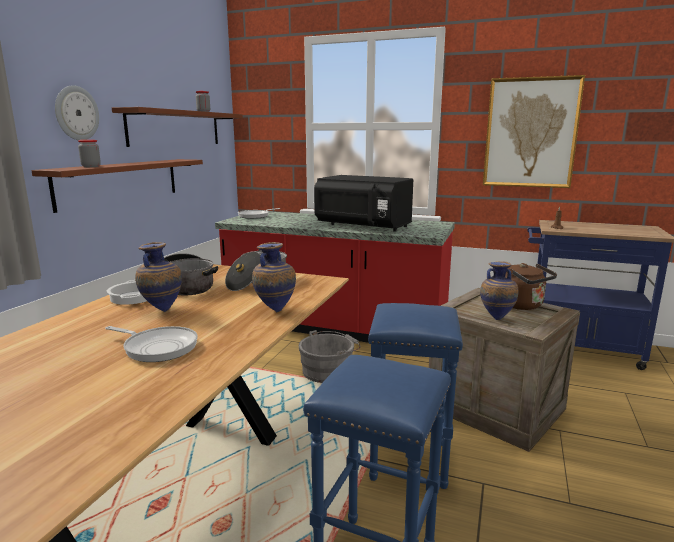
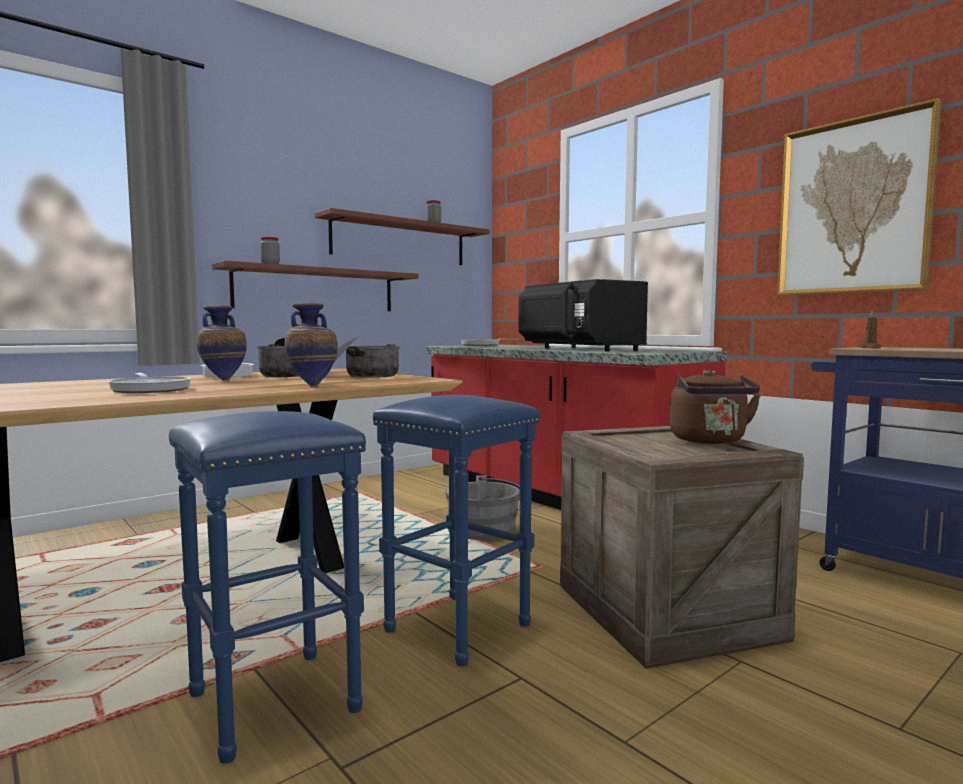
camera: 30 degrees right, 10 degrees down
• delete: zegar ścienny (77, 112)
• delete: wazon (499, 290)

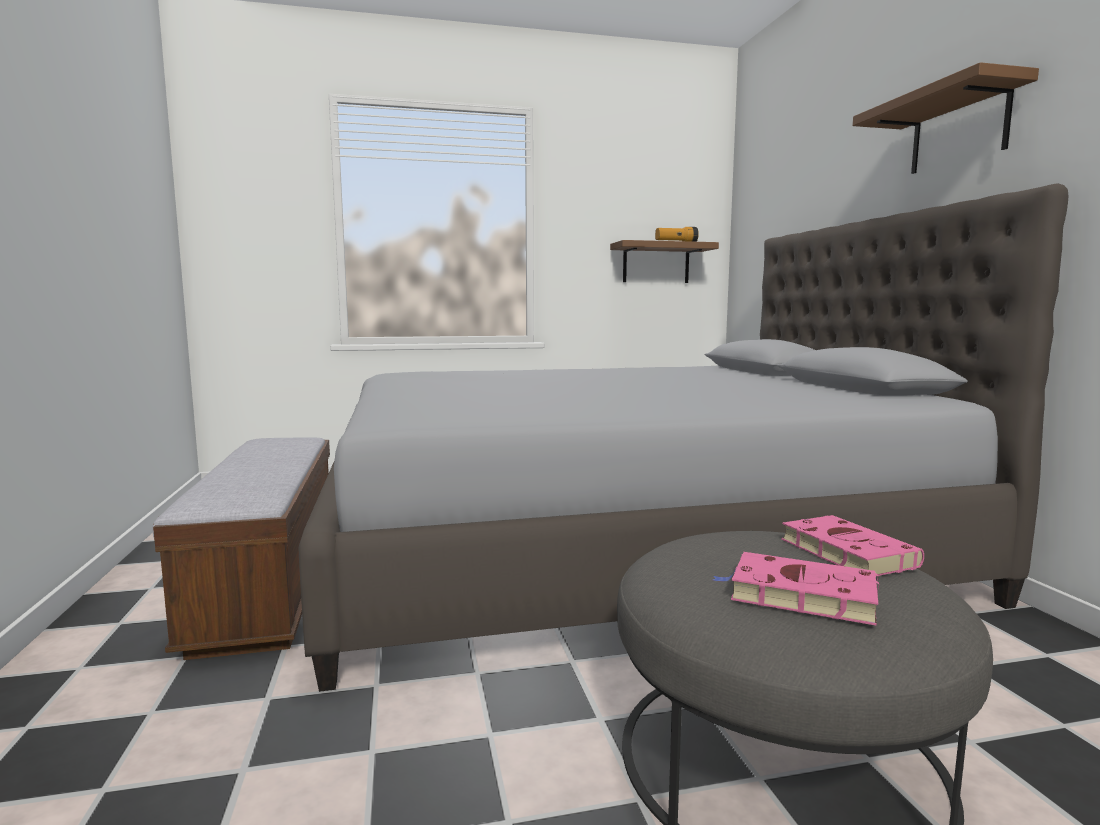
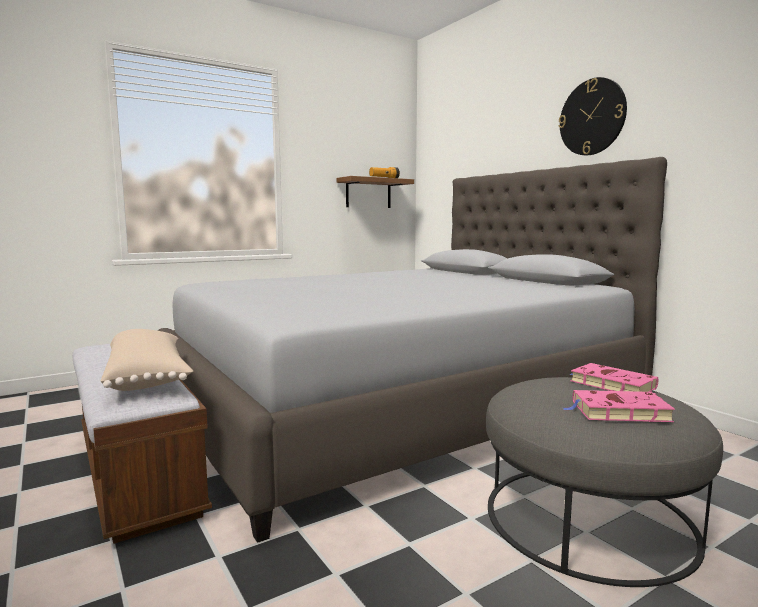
camera: 20 degrees left, 0 degrees up
• insert: poduszka [beżowy] (146, 360)
• replace: półka [brązowy] (945, 118) to zegar ścienny (593, 116)

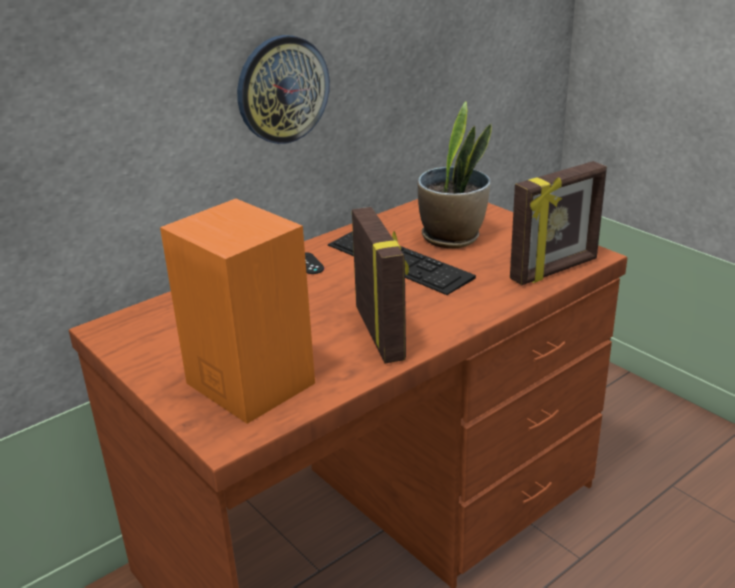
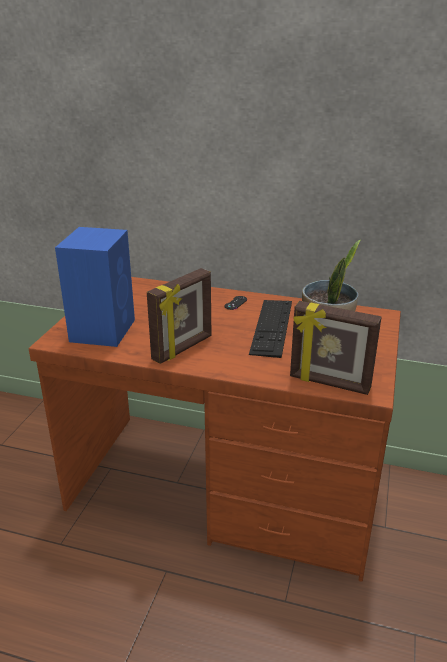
camera: 55 degrees right, 0 degrees up
• recolor: głośnik [pomarańczowy] (237, 311) to głośnik [niebieski] (95, 287)
• delete: zegar ścienny (283, 89)

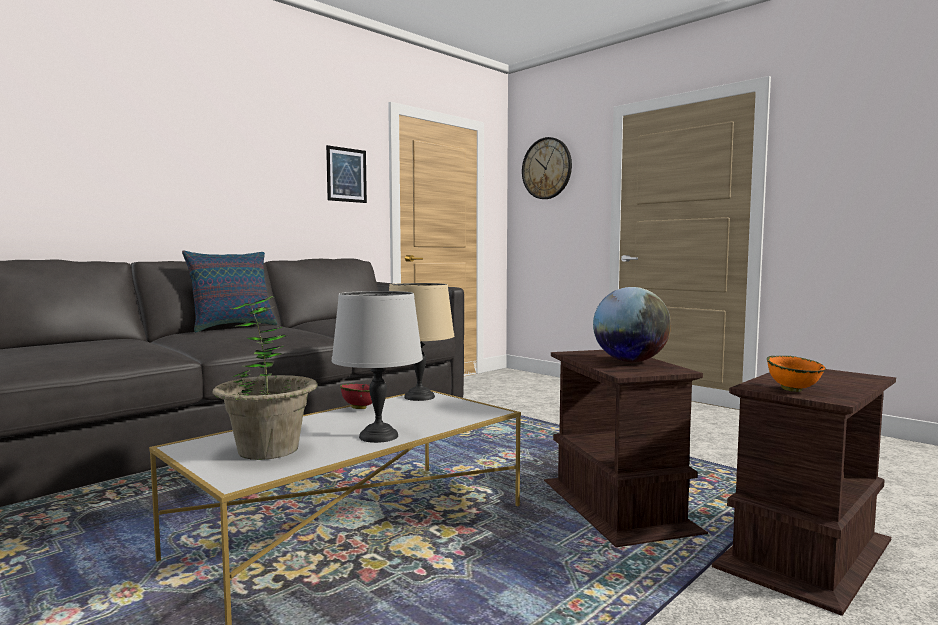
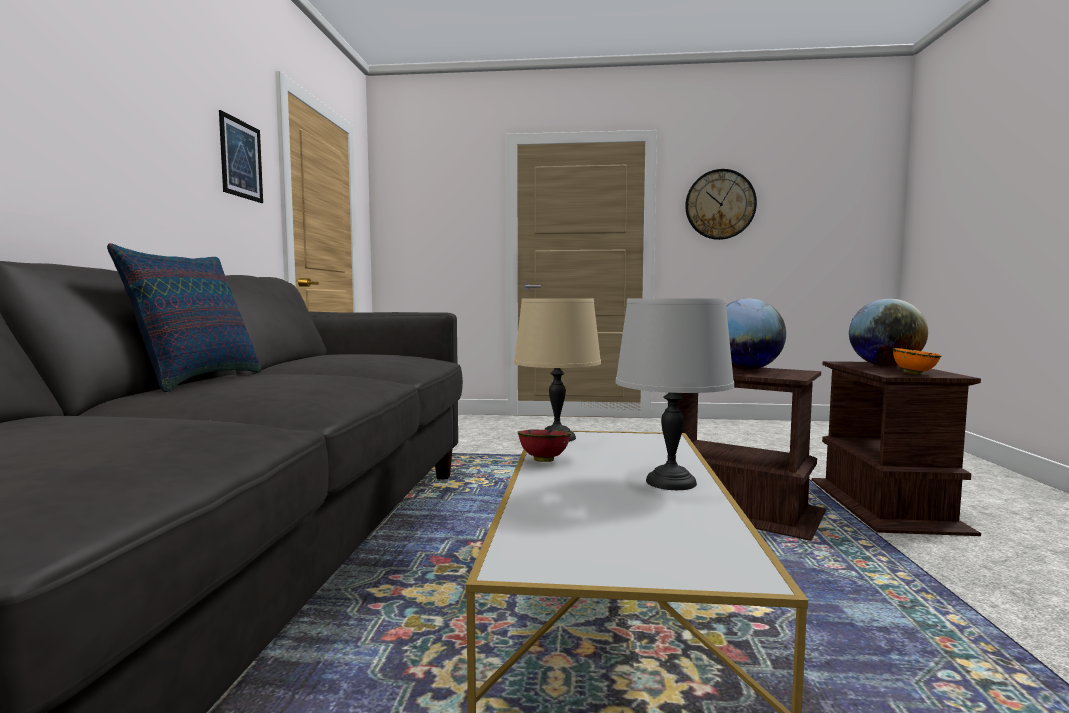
camera: 40 degrees left, 0 degrees up
• move: zegar ścienny (547, 168) to (721, 204)
• insert: globus (888, 332)
• delete: roślina doniczkowa (265, 378)

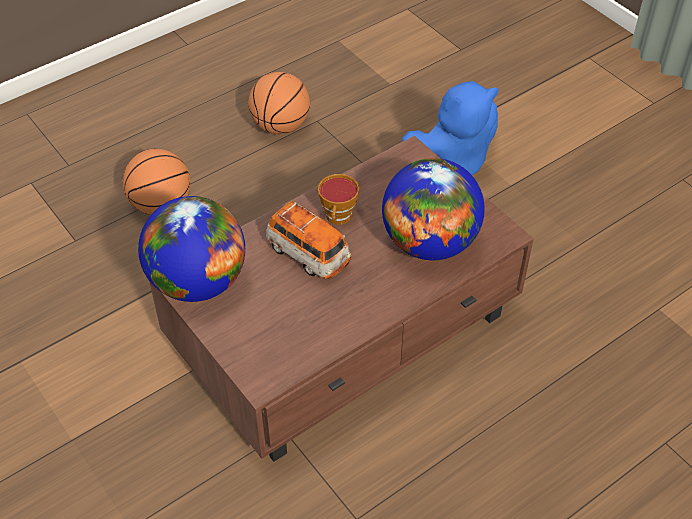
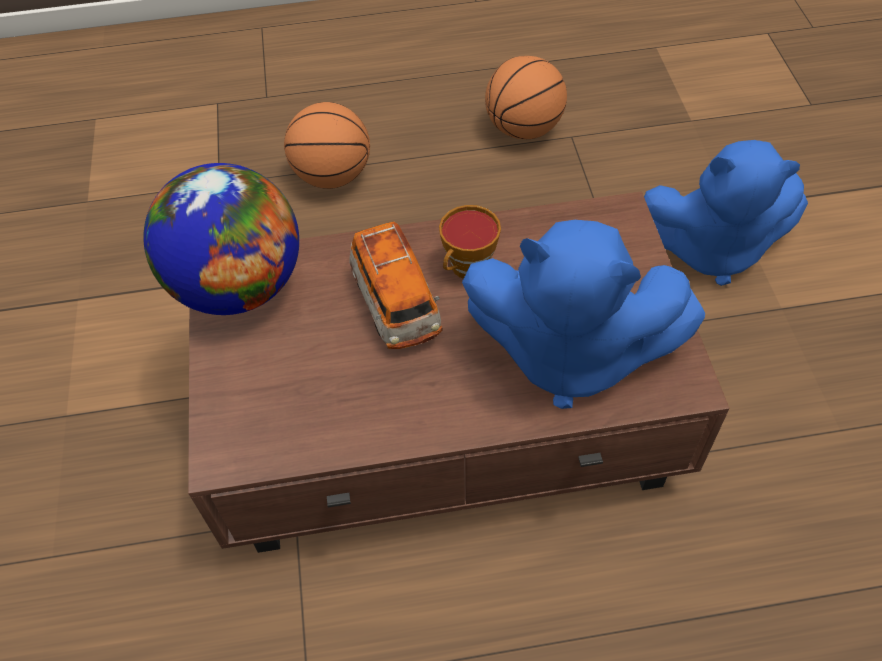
camera: 30 degrees right, 5 degrees up
• replace: globus (433, 209) to pluszak [niebieski] (583, 314)

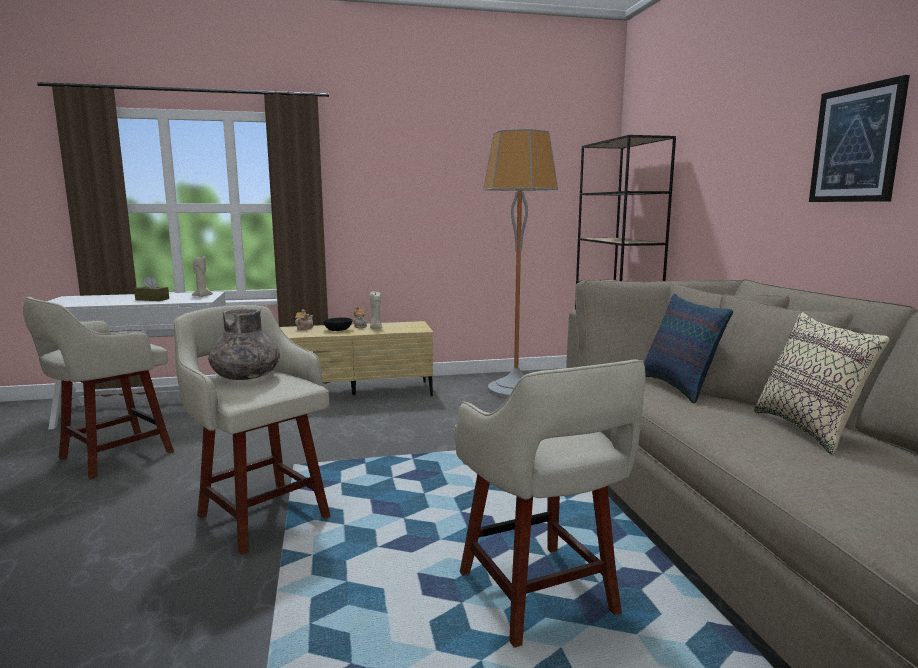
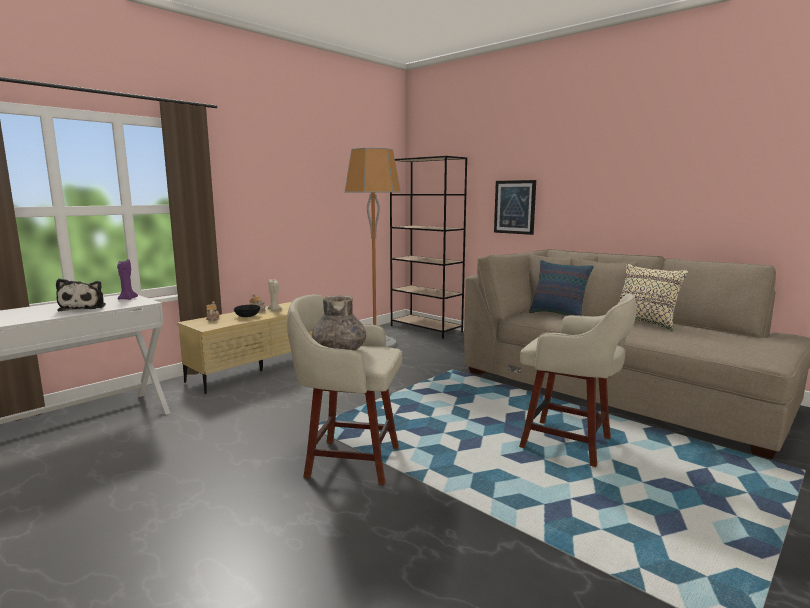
camera: 35 degrees left, 0 degrees up
• replace: pudełko chusteczek [brązowy] (151, 288) to pluszak (81, 295)
• recolor: świeca [beżowy] (202, 276) to świeca [fioletowy] (127, 279)
• move: obraz (859, 138) to (515, 207)
• delete: stołek [beżowy] (98, 388)

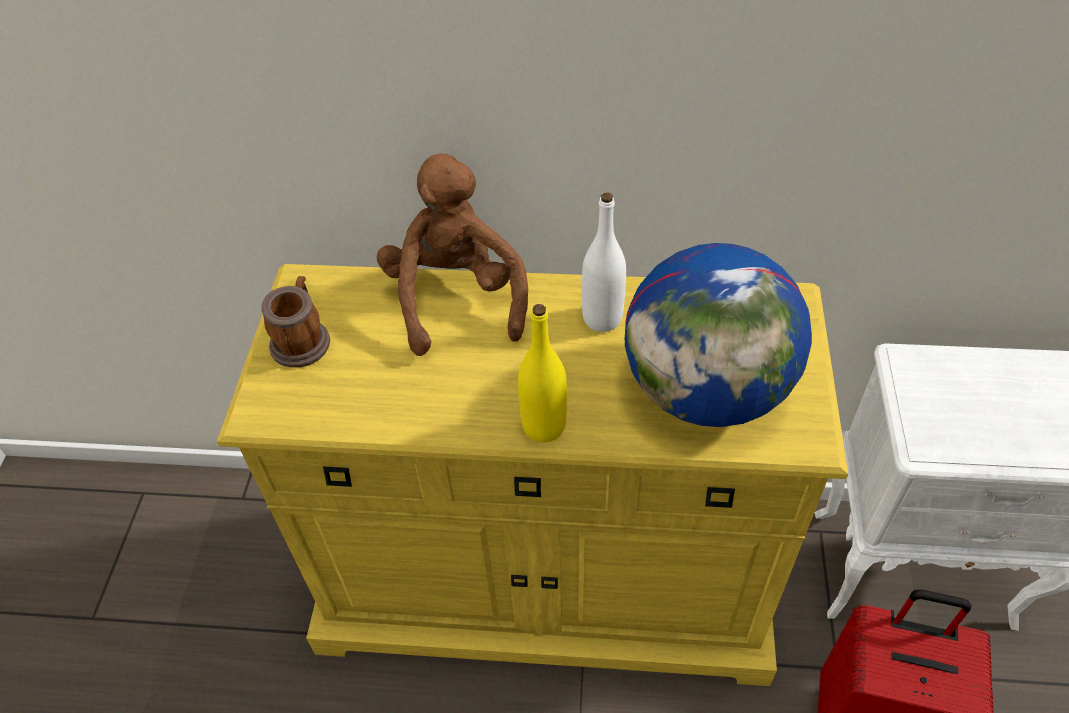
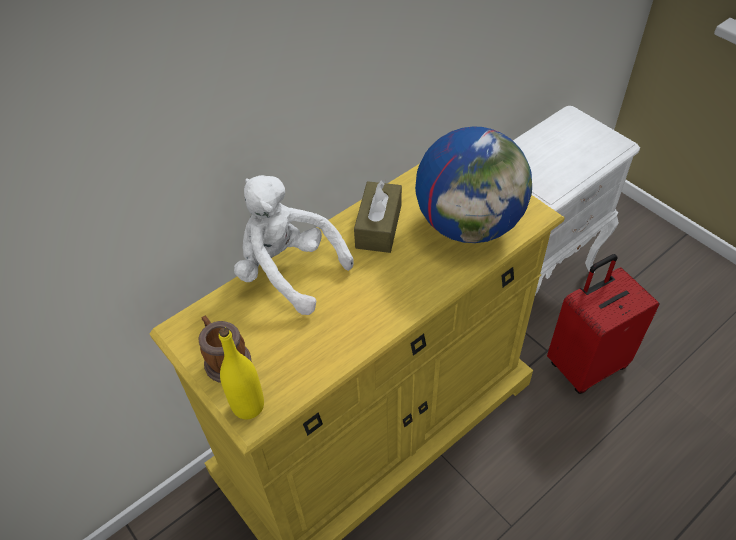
camera: 45 degrees left, 0 degrees up
• move: butelka [żółty] (542, 373) to (241, 373)
• recolor: pluszak [brązowy] (452, 254) to pluszak [biały] (294, 245)
• replace: butelka [biały] (604, 262) to pudełko chusteczek [brązowy] (378, 216)

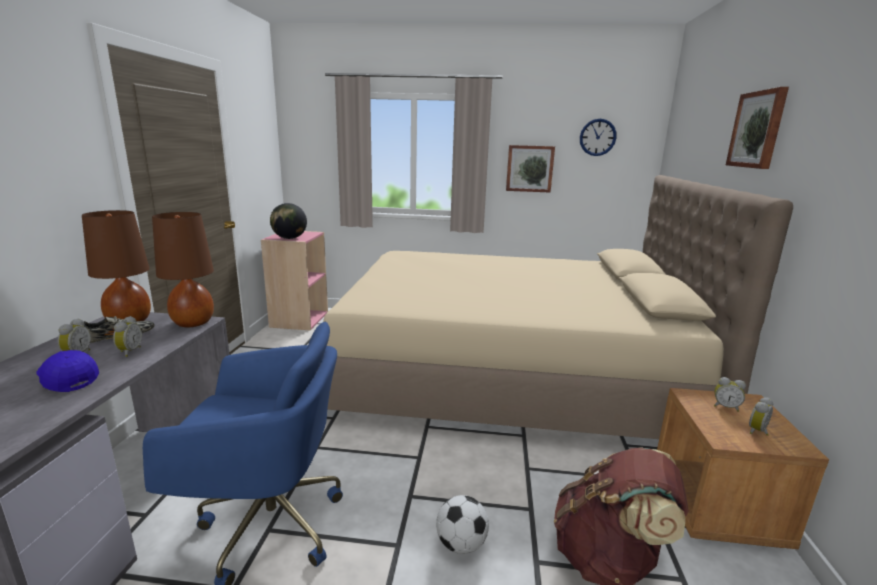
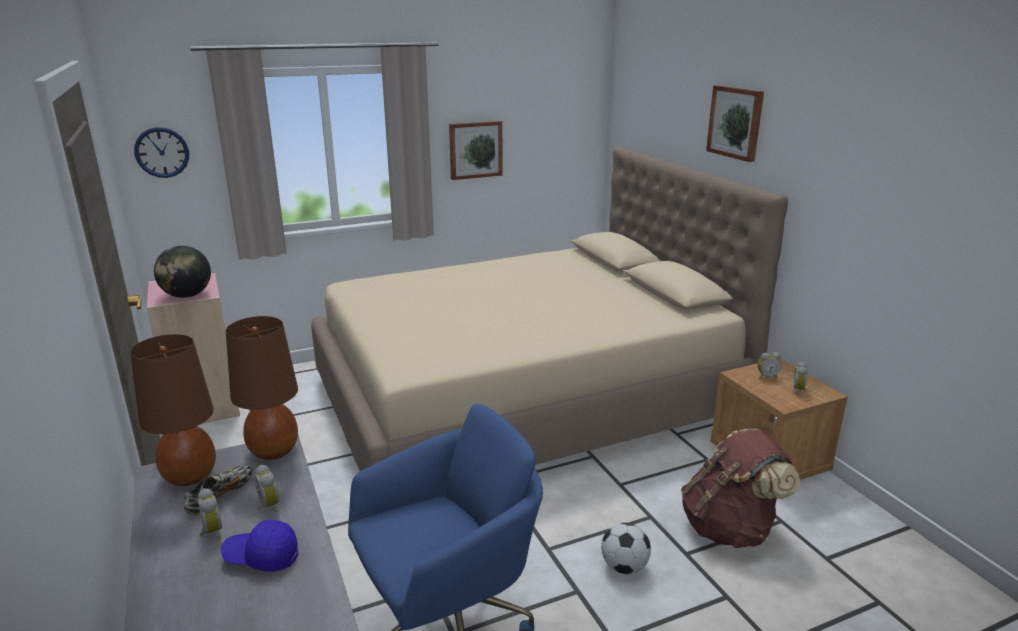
camera: 30 degrees left, 5 degrees up
• move: zegar ścienny (598, 137) to (161, 152)

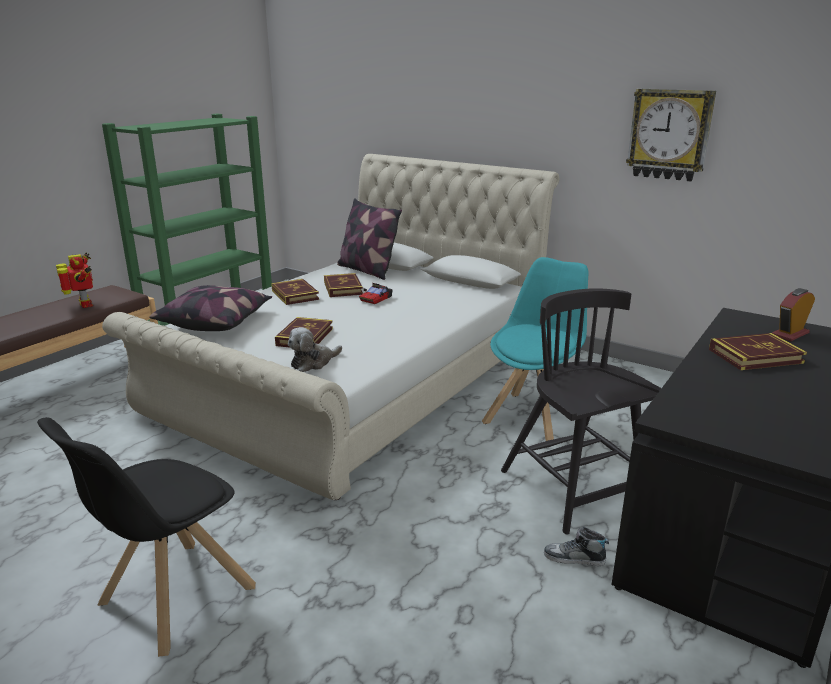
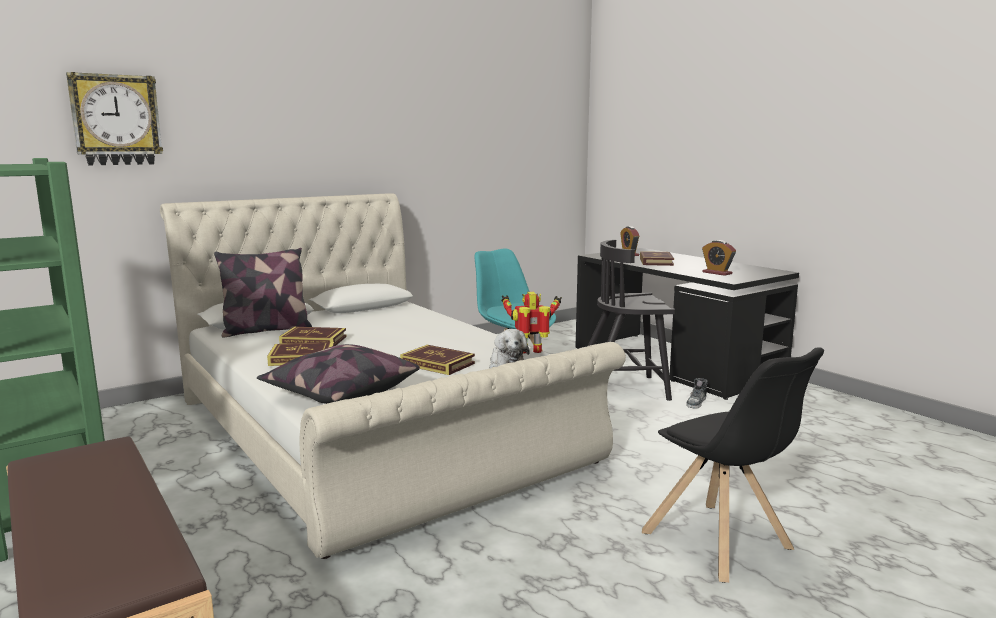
camera: 70 degrees left, 10 degrees down
• move: zegar ścienny (671, 135) to (114, 119)
• move: robot zabawkowy (74, 280) to (531, 323)
• insert: budzik (719, 258)
• delete: samochodzik (376, 293)

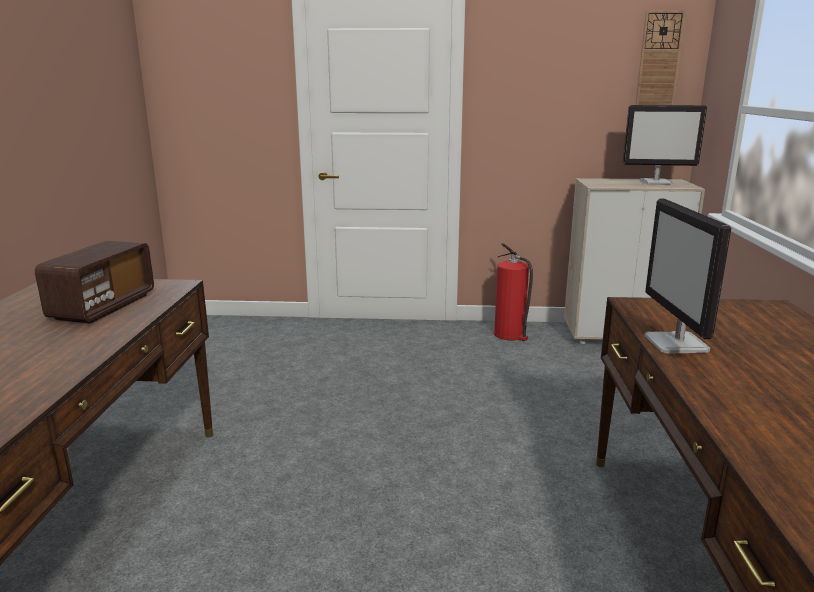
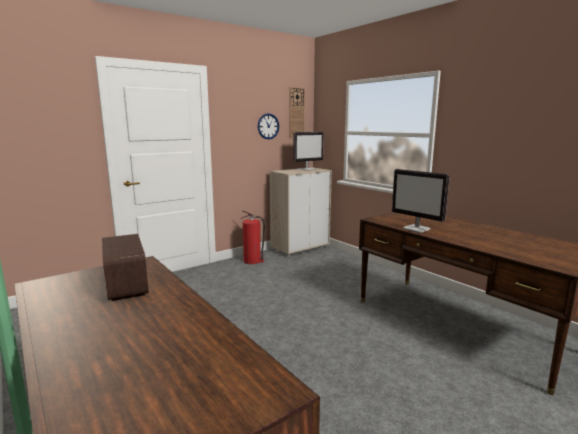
camera: 40 degrees left, 5 degrees down
• insert: zegar ścienny (268, 126)

